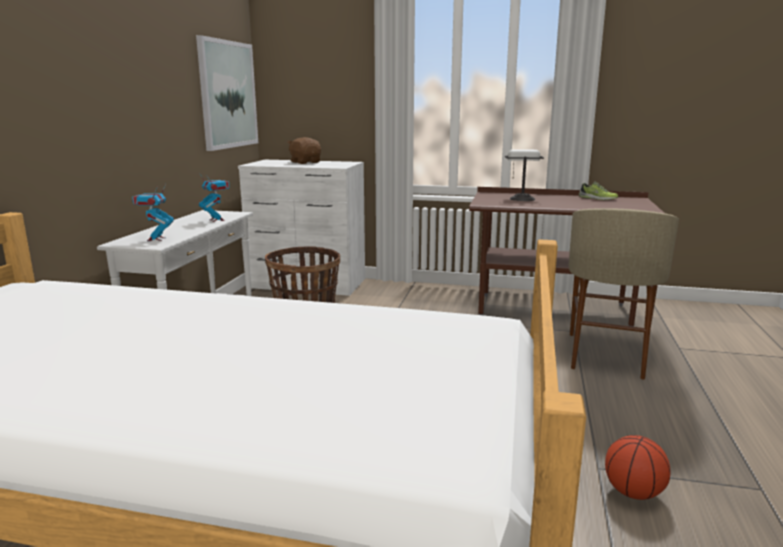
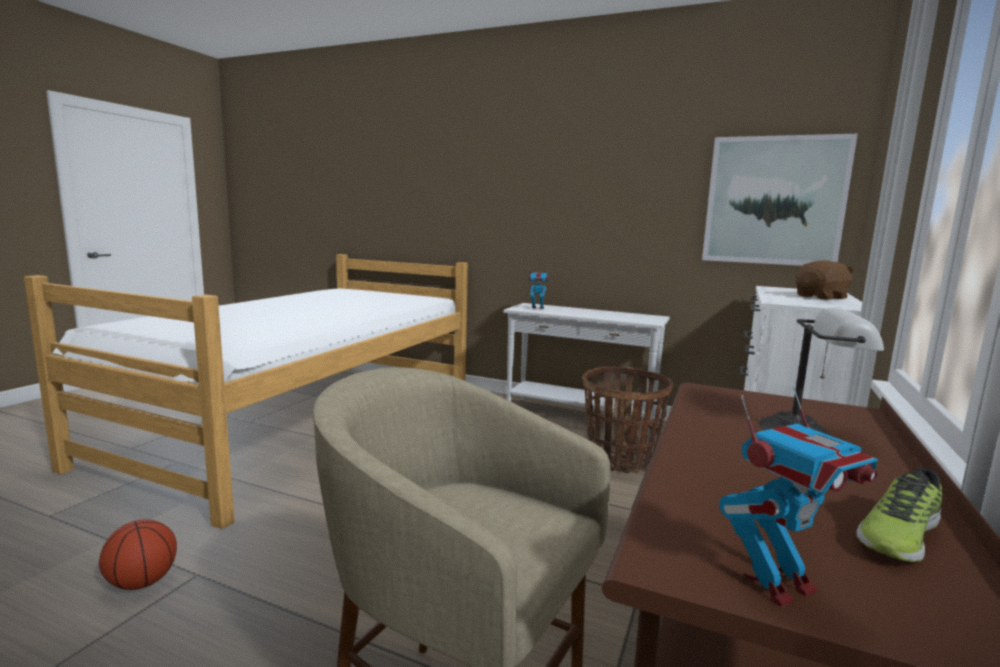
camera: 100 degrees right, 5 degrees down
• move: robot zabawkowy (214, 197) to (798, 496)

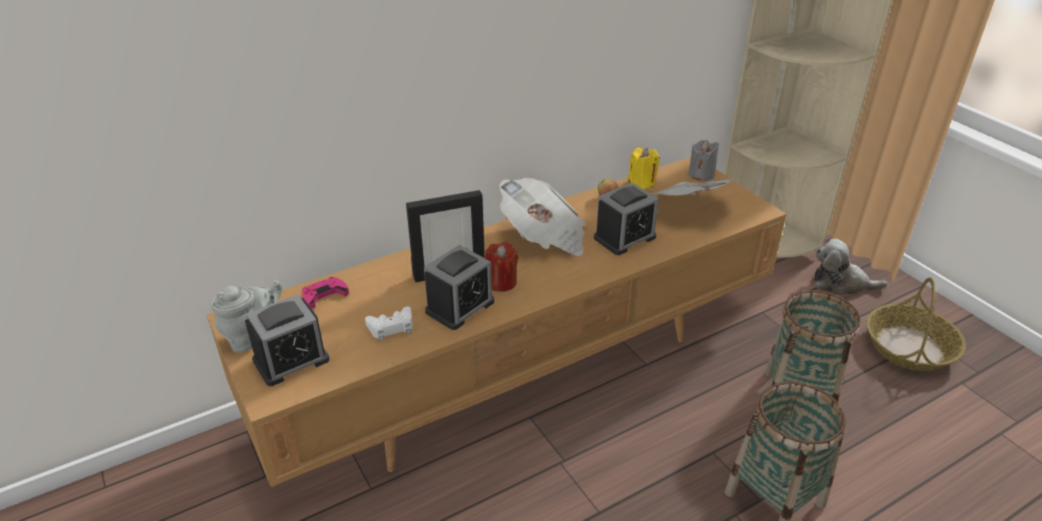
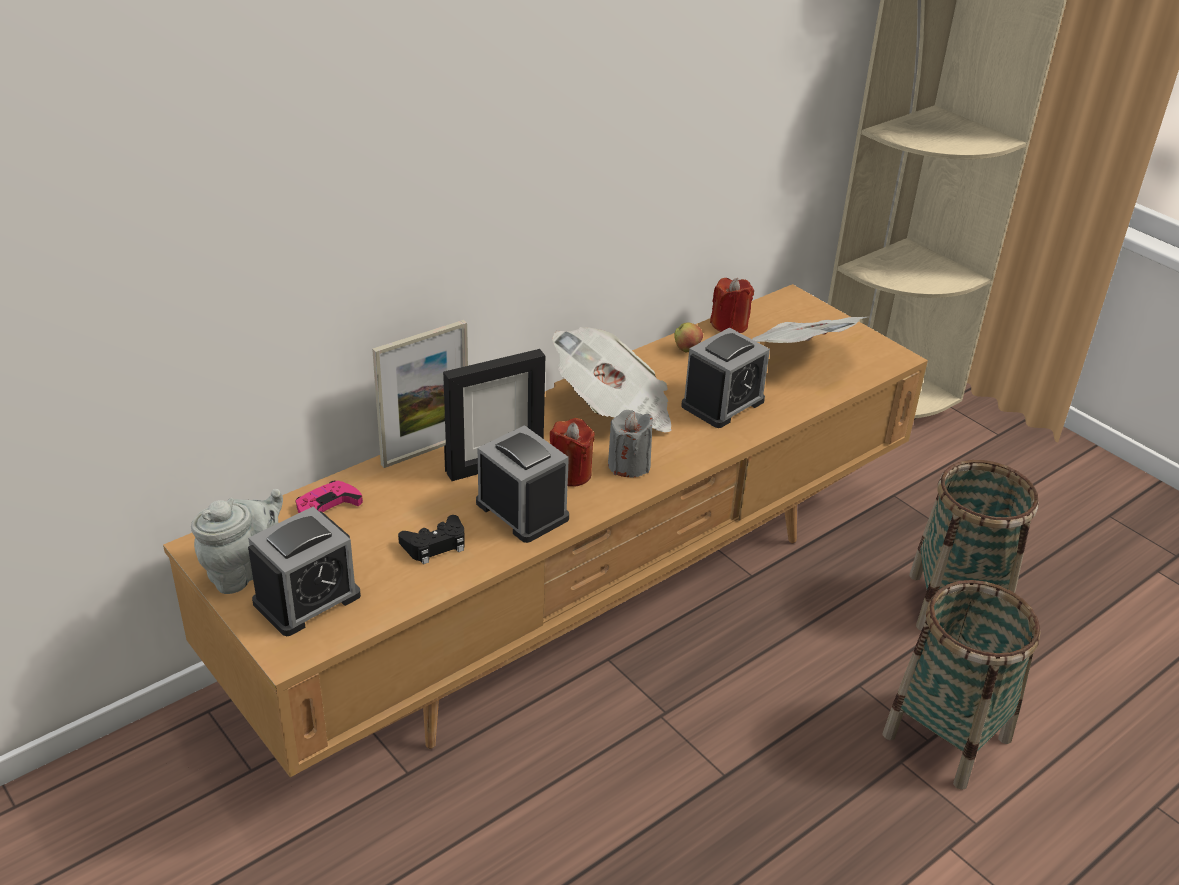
camera: 10 degrees left, 0 degrees up
• insert: ramka na zdjęcie (420, 394)
• recolor: pad do gier [biały] (389, 324) to pad do gier [czarny] (431, 539)
• rotate: budzik (459, 287) = (522, 484) 75 degrees counterclockwise
• move: świeca [szary] (703, 160) to (630, 443)
• recolor: świeca [żółty] (644, 168) to świeca [czerwony] (732, 305)
• delete: pluszak (851, 267)
• delete: koszyk (916, 324)

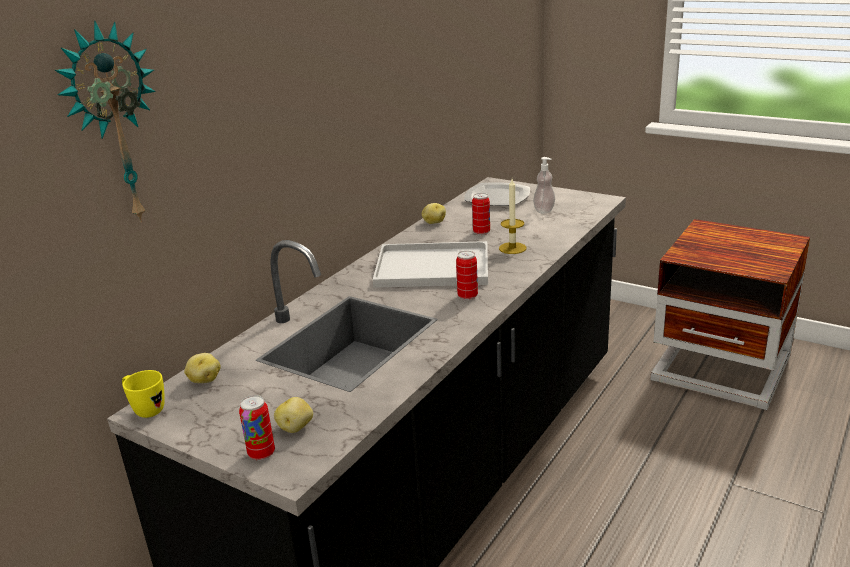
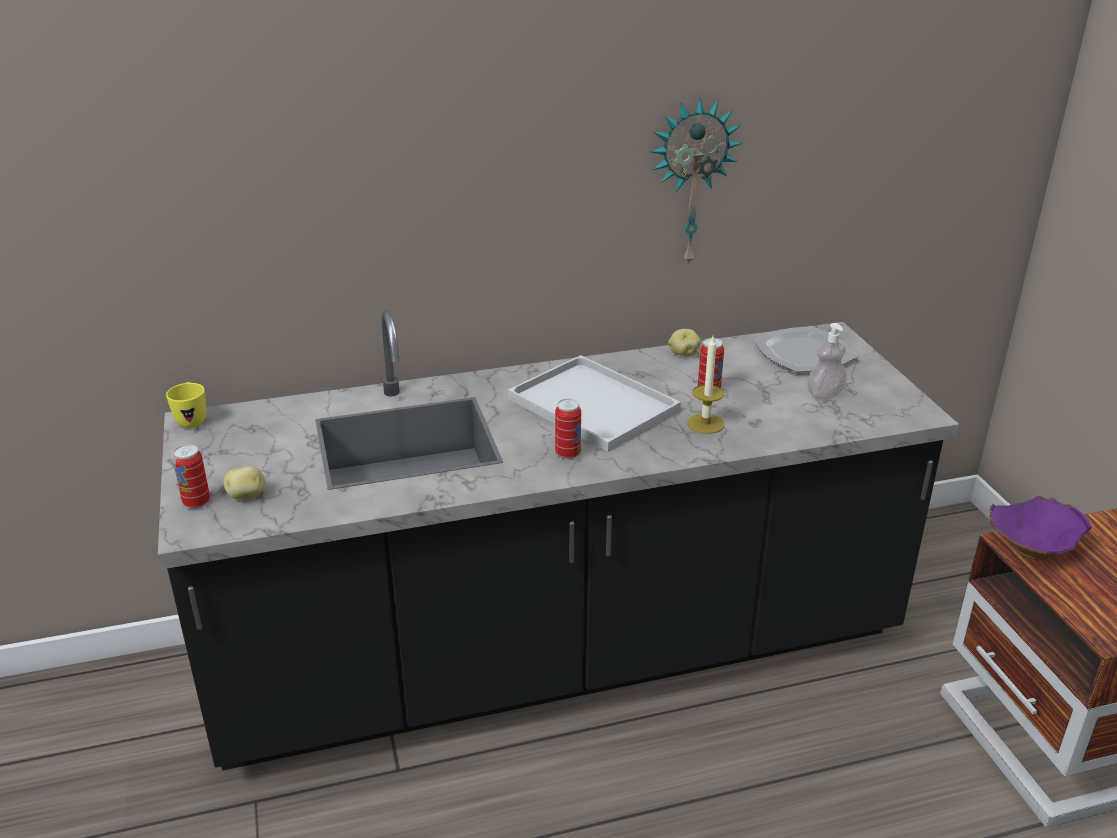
camera: 40 degrees right, 5 degrees up
• move: zegar ścienny (105, 121) to (696, 182)
• insert: miska [fioletowy] (1040, 528)
• delete: ziemniak (202, 368)

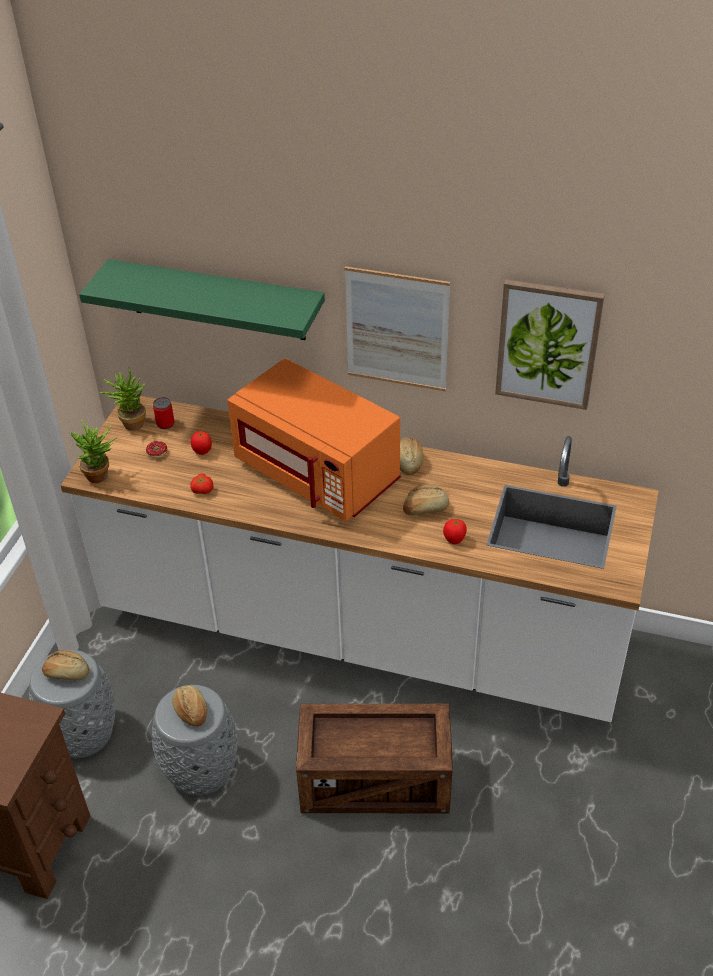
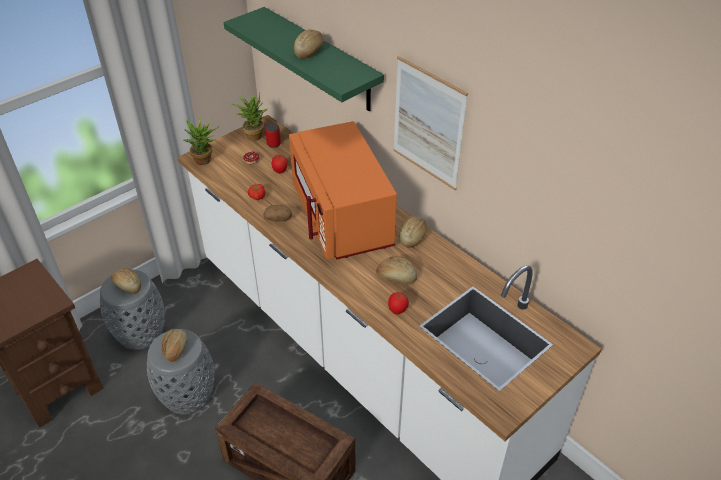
camera: 30 degrees right, 0 degrees up
• insert: ziemniak (277, 213)
• insert: chleb (309, 44)
• delete: obraz (550, 344)

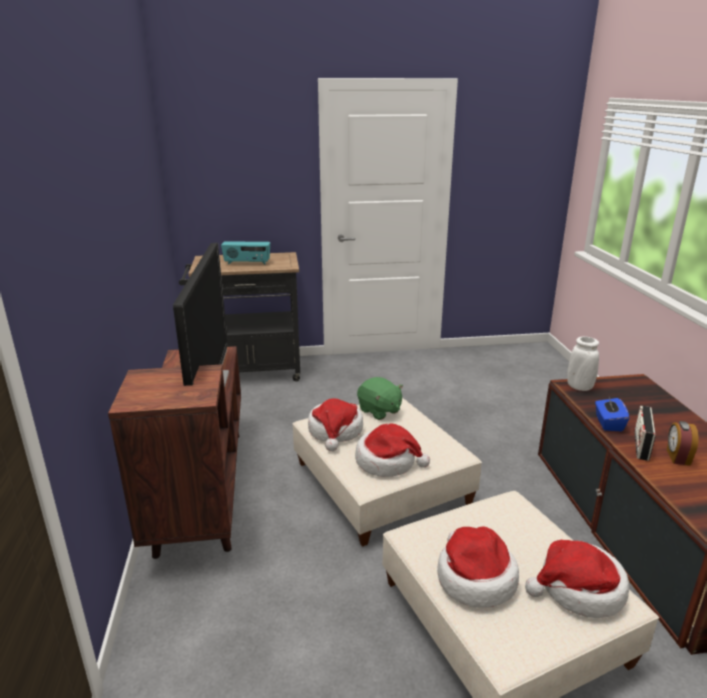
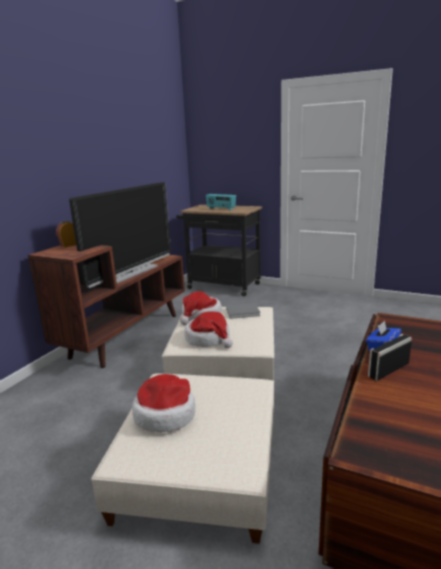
camera: 35 degrees right, 5 degrees down
• move: budzik (682, 443) to (66, 234)
• replace: pluszak [zielony] (380, 398) to książka [szary] (243, 311)
• delete: kapelusz (577, 579)
• delete: wazon [biały] (583, 363)

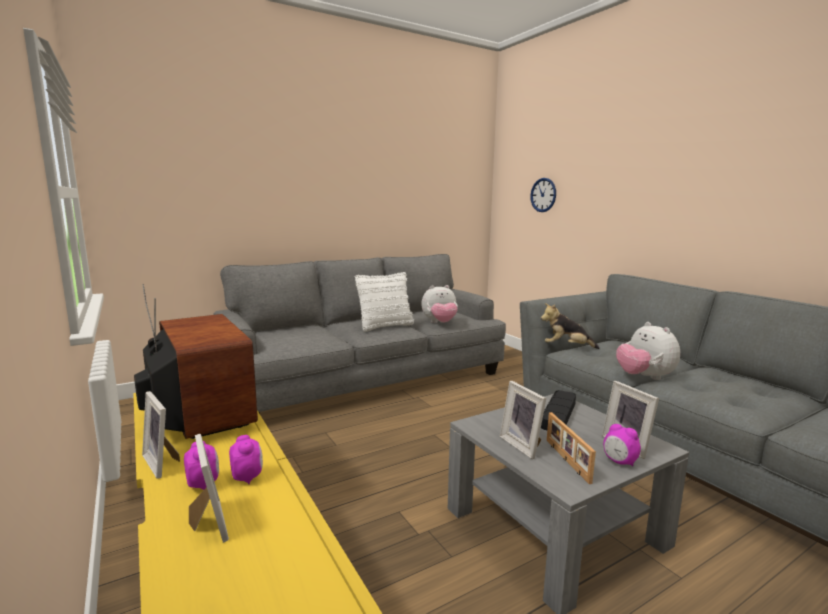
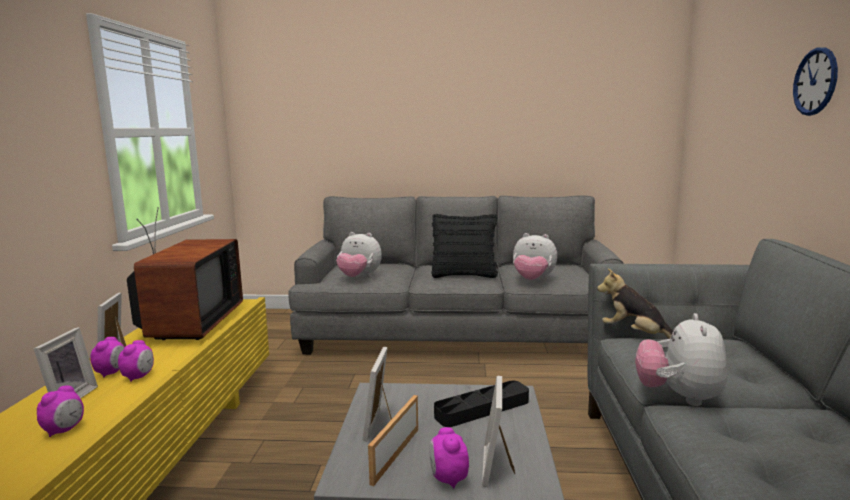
camera: 35 degrees right, 0 degrees up
• insert: budzik (60, 411)
• insert: pluszak (359, 254)
• recolor: poduszka [biały] (384, 302) to poduszka [czarny] (464, 245)
• move: zegar ścienny (543, 195) to (815, 81)

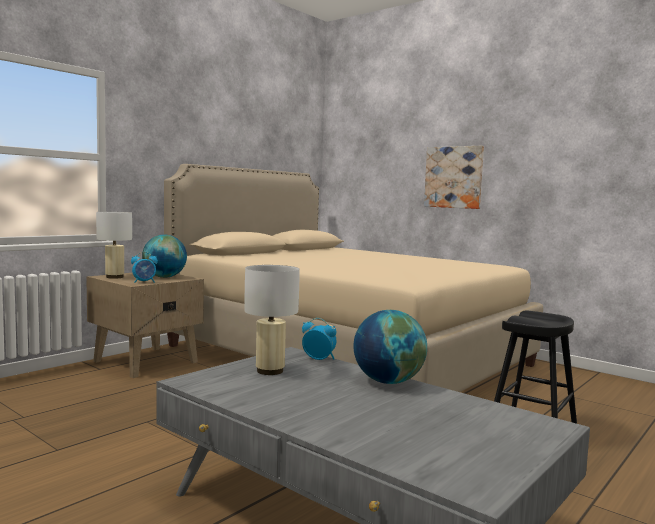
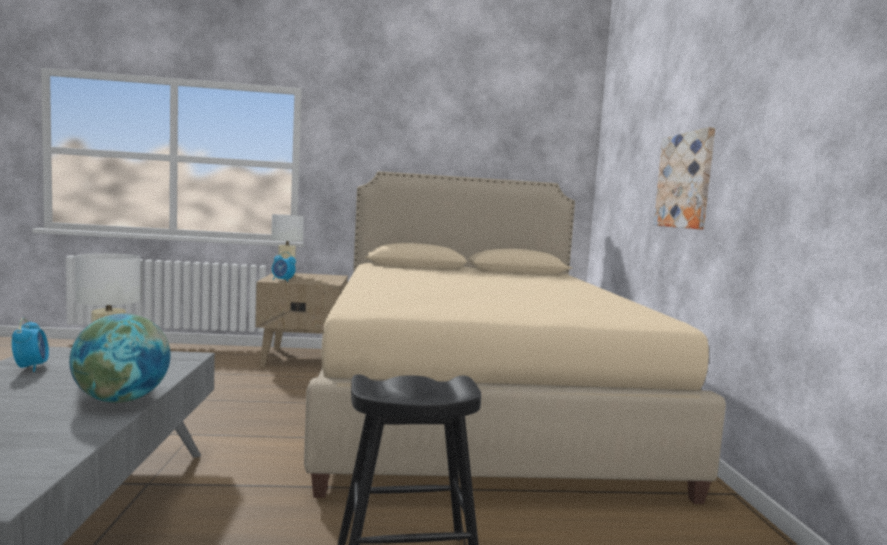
camera: 45 degrees right, 0 degrees up
• move: budzik (319, 339) to (30, 345)
• delete: globus (164, 256)

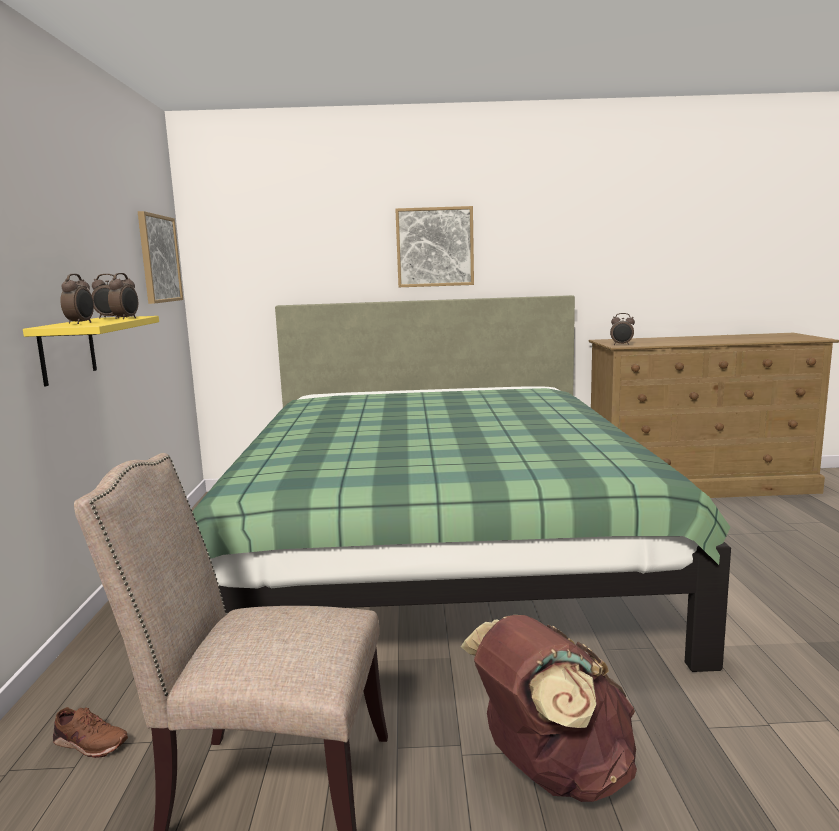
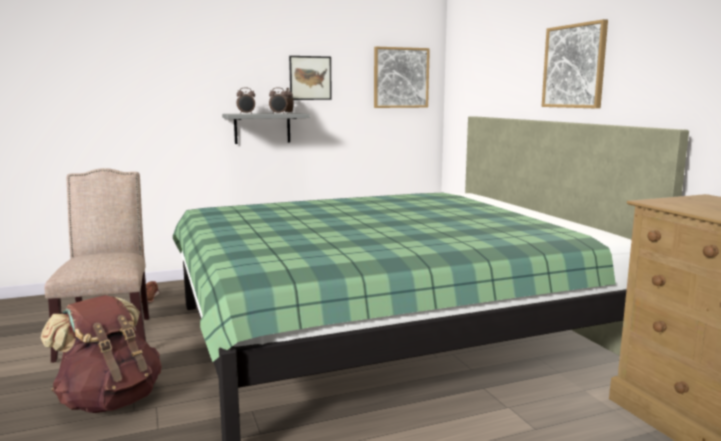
camera: 70 degrees right, 0 degrees up
• recolor: półka [żółty] (91, 351) to półka [szary] (266, 128)
• insert: obraz (310, 78)
• delete: budzik (622, 329)

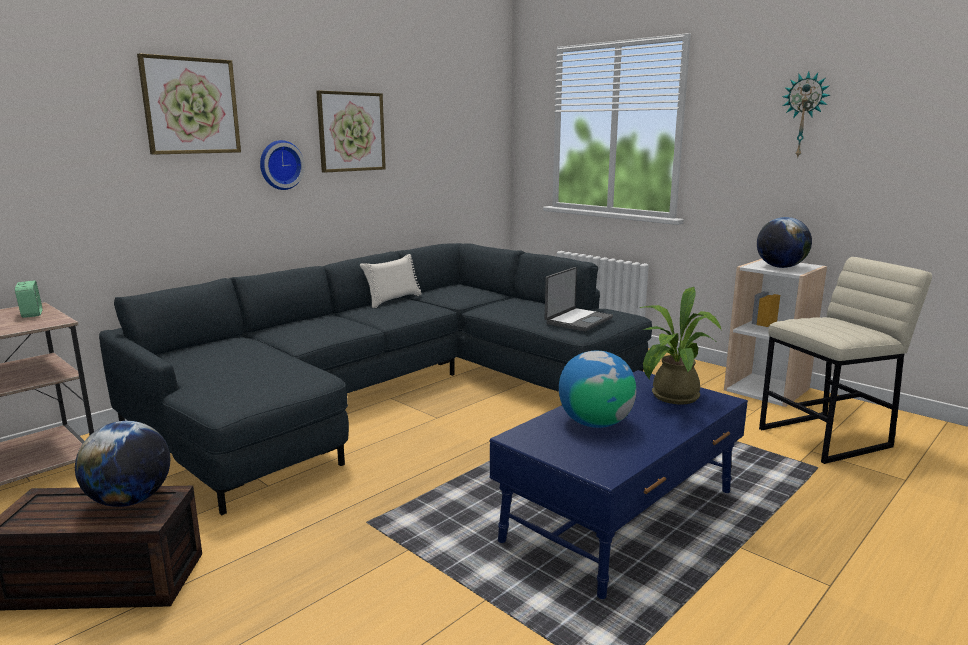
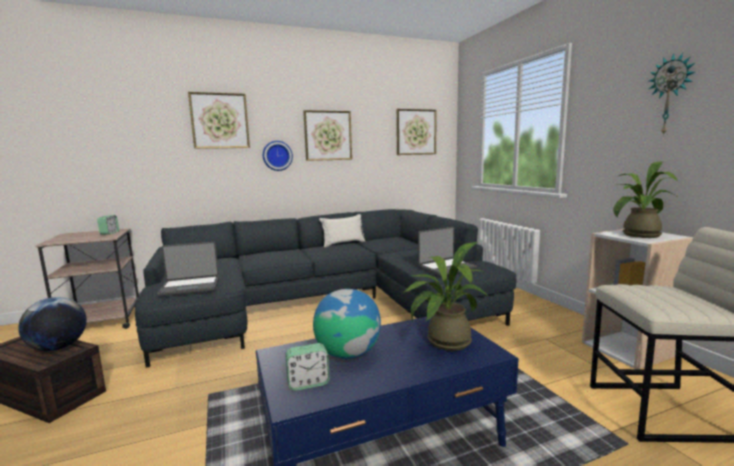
camera: 25 degrees right, 5 degrees down
• insert: laptop (188, 269)
• insert: budzik (307, 367)
• insert: obraz (416, 132)
• replace: globus (784, 242) to roślina doniczkowa (646, 199)

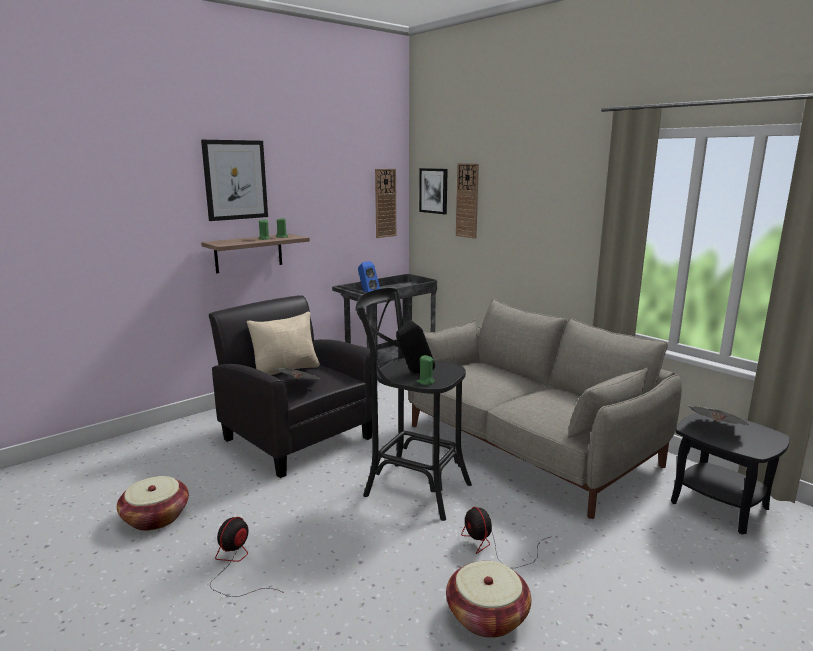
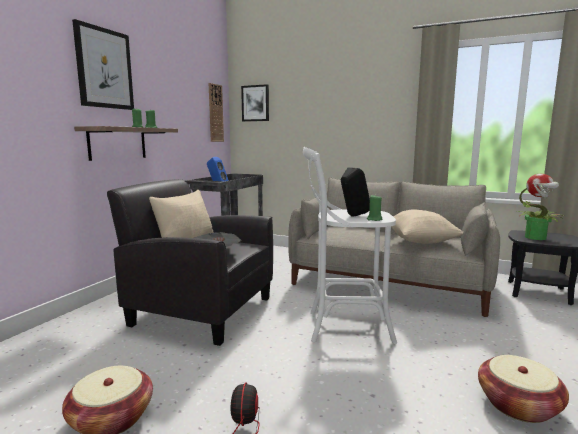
camera: 25 degrees left, 5 degrees down
• recolor: stołek [czarny] (414, 404) to stołek [biały] (350, 245)
• insert: poduszka [beżowy] (427, 226)
• replace: gazeta (717, 415) to roślina doniczkowa (540, 207)
• delete: zegar ścienny (467, 201)
• delete: wentylator (505, 537)

